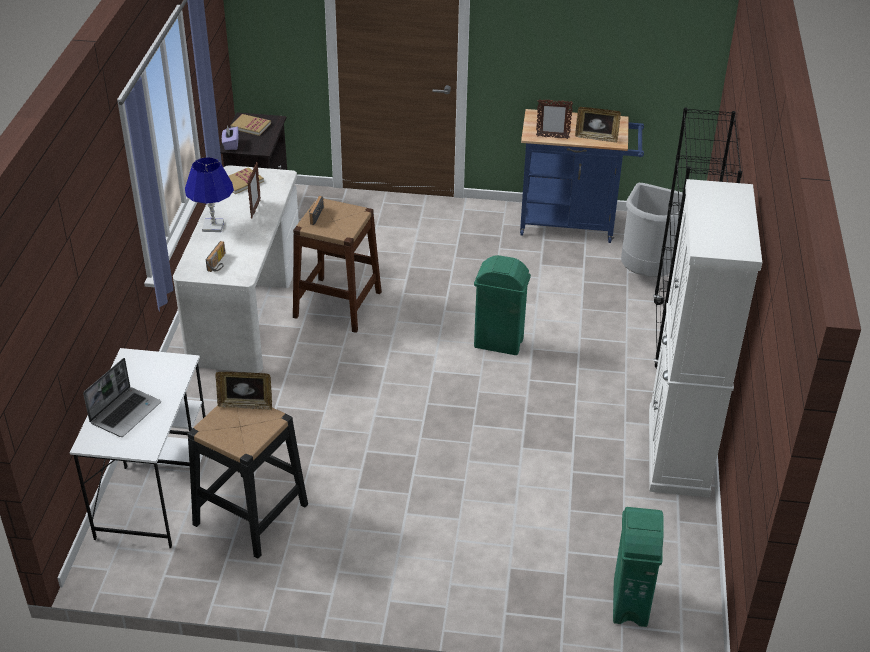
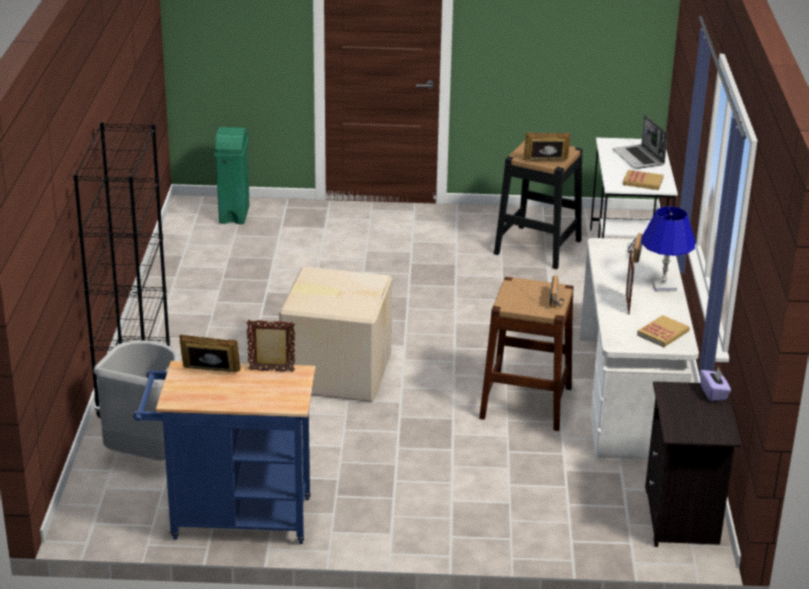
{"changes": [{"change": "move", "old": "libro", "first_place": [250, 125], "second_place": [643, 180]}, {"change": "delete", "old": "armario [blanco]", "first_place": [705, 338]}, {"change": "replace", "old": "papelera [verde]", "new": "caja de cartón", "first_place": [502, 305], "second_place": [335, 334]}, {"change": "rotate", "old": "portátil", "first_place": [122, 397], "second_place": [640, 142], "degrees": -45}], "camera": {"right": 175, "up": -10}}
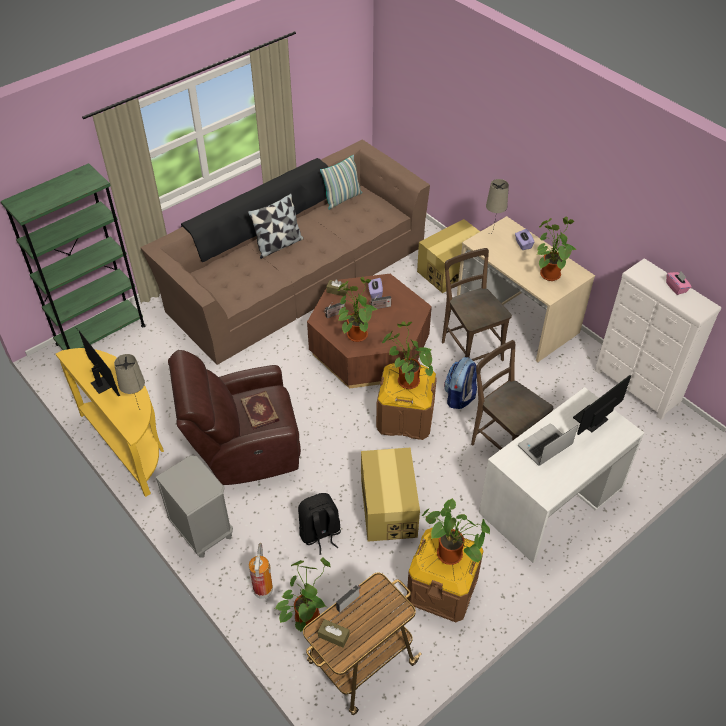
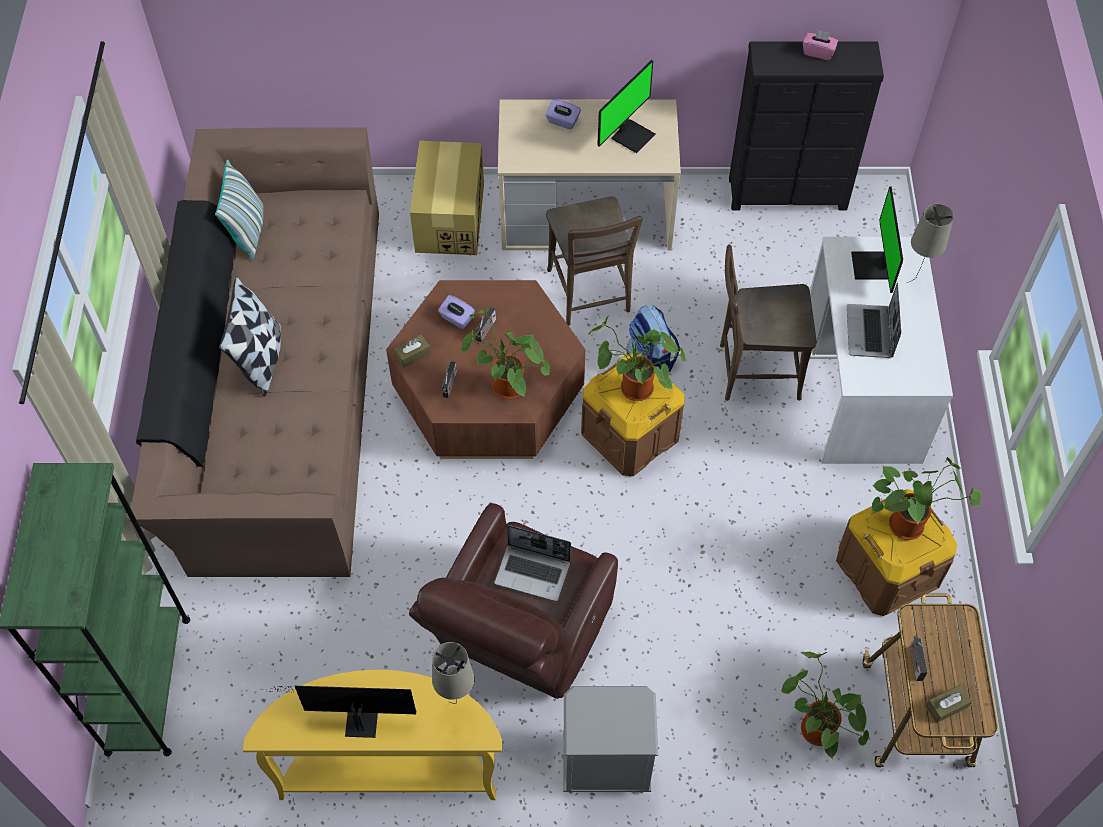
{"changes": [{"change": "move", "old": "lámpara de mesa [beis]", "first_place": [497, 206], "second_place": [930, 243]}, {"change": "replace", "old": "planta en maceta", "new": "monitor", "first_place": [557, 249], "second_place": [626, 106]}, {"change": "rotate", "old": "silla [marrón]", "first_place": [477, 304], "second_place": [594, 261], "degrees": -120}, {"change": "recolor", "old": "cómoda [blanco]", "new": "cómoda [negro]", "first_place": [658, 339], "second_place": [806, 125]}, {"change": "replace", "old": "libro", "new": "portátil", "first_place": [260, 410], "second_place": [533, 563]}, {"change": "delete", "old": "caja de cartón", "first_place": [390, 495]}, {"change": "delete", "old": "mochila [negro]", "first_place": [319, 524]}, {"change": "delete", "old": "extintor", "first_place": [261, 571]}], "camera": {"right": -50, "up": 10}}
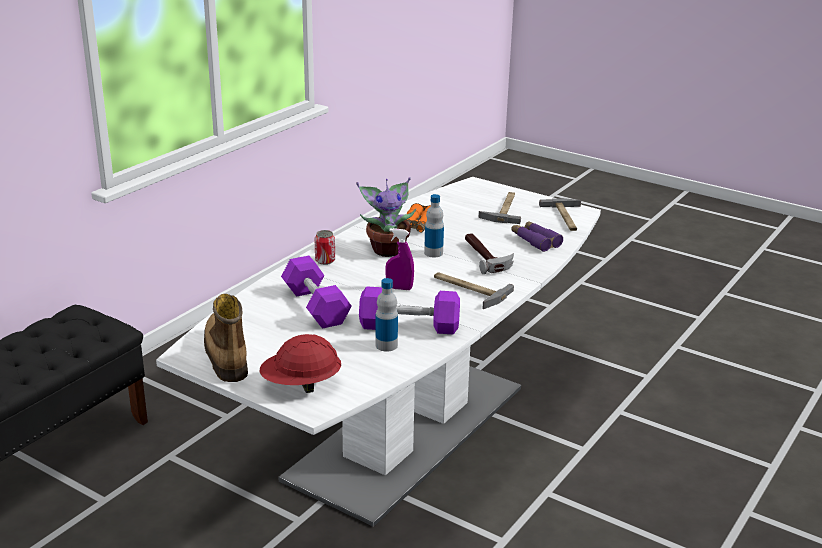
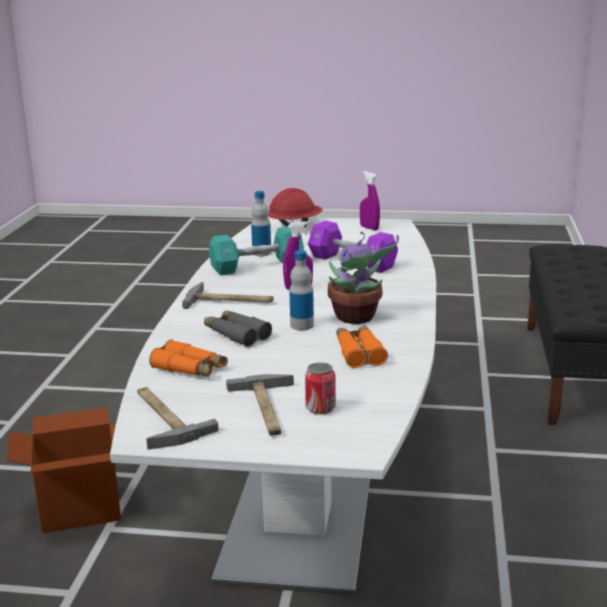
{"changes": [{"change": "recolor", "old": "prismáticos [morado]", "new": "prismáticos [naranja]", "first_place": [537, 236], "second_place": [188, 358]}, {"change": "move", "old": "lata", "first_place": [325, 247], "second_place": [320, 388]}, {"change": "replace", "old": "martillo", "new": "prismáticos [gris]", "first_place": [489, 253], "second_place": [238, 328]}, {"change": "recolor", "old": "mancuerna [morado]", "new": "mancuerna [turquesa]", "first_place": [409, 310], "second_place": [256, 251]}, {"change": "replace", "old": "bota", "new": "pulverizador [morado]", "first_place": [226, 338], "second_place": [370, 200]}, {"change": "insert", "new": "caja de cartón", "second_place": [64, 470]}], "camera": {"right": 155, "up": -5}}
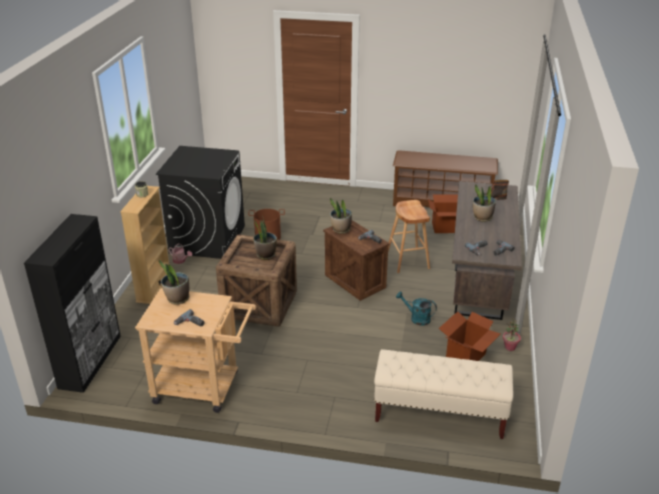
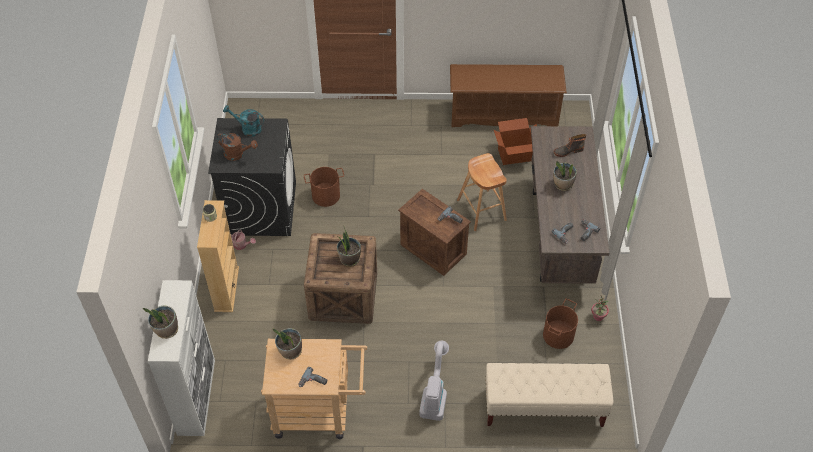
{"changes": [{"change": "move", "old": "planta en maceta", "first_place": [341, 216], "second_place": [160, 322]}, {"change": "recolor", "old": "armario [negro]", "new": "armario [blanco]", "first_place": [72, 303], "second_place": [181, 358]}, {"change": "move", "old": "regadera [turquesa]", "first_place": [416, 308], "second_place": [243, 121]}, {"change": "replace", "old": "caja de cartón", "new": "cubo [marrón]", "first_place": [469, 336], "second_place": [560, 323]}, {"change": "insert", "new": "regadera [marrón]", "second_place": [237, 147]}, {"change": "insert", "new": "aspiradora", "second_place": [434, 381]}], "camera": {"right": -10, "up": 20}}
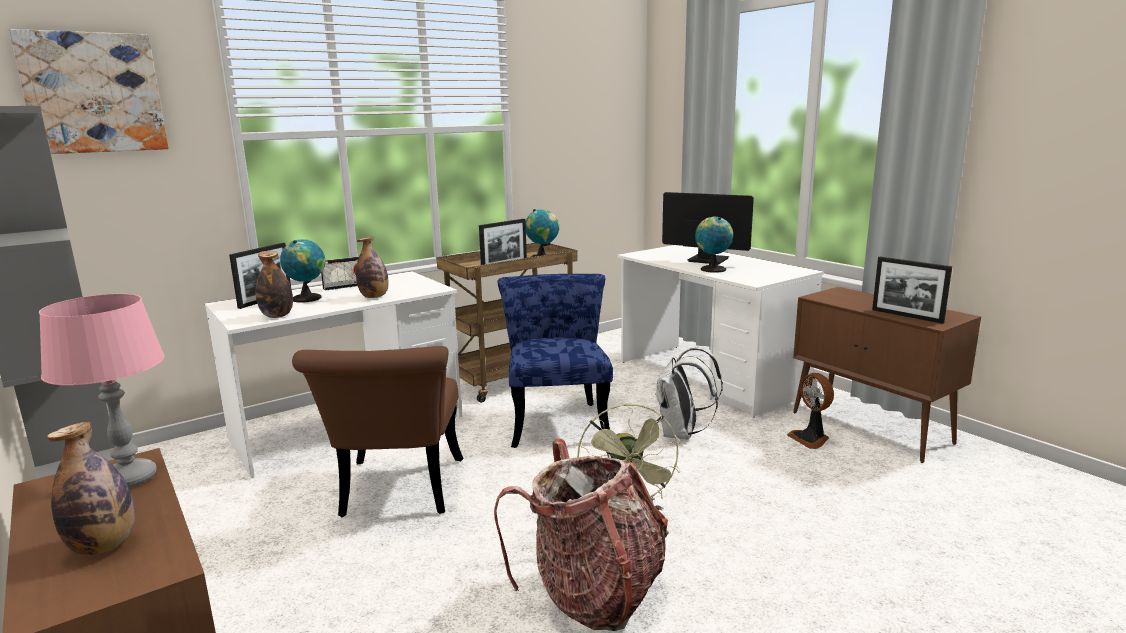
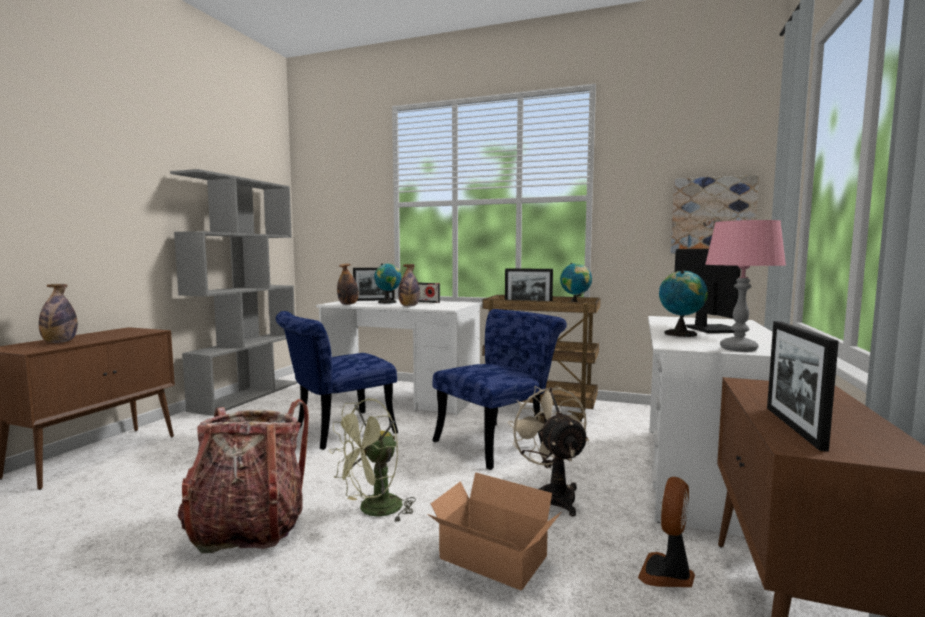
{"changes": [{"change": "move", "old": "cuadro", "first_place": [88, 91], "second_place": [715, 214]}, {"change": "move", "old": "lámpara de mesa [rosa]", "first_place": [102, 391], "second_place": [745, 286]}, {"change": "recolor", "old": "silla [marrón]", "new": "silla [azul]", "first_place": [378, 431], "second_place": [337, 380]}, {"change": "replace", "old": "mochila [blanco]", "new": "ventilador [beis]", "first_place": [689, 393], "second_place": [548, 451]}, {"change": "insert", "new": "caja de cartón", "second_place": [494, 531]}], "camera": {"right": 55, "up": -10}}
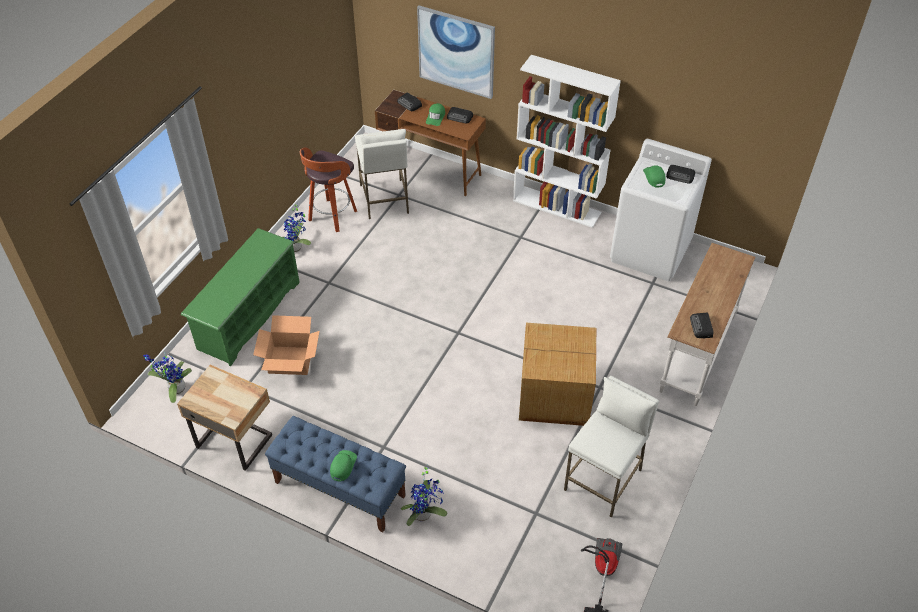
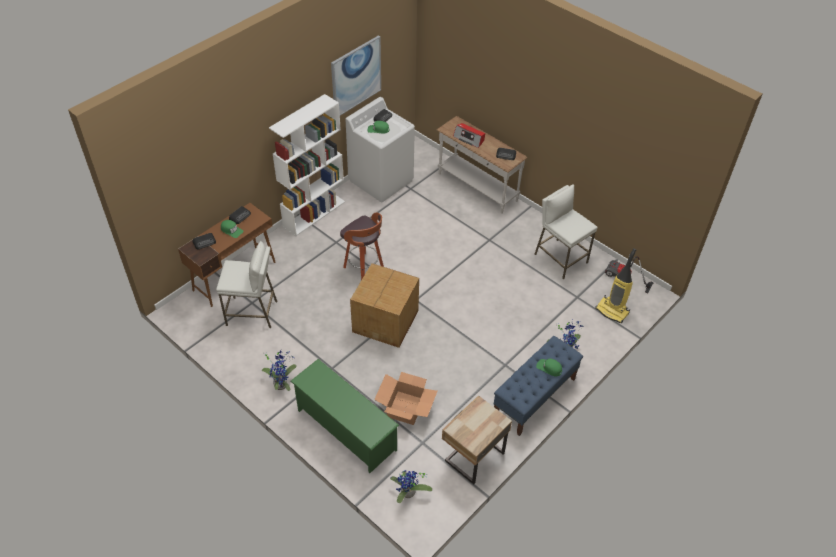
{"changes": [{"change": "move", "old": "cuadro", "first_place": [456, 52], "second_place": [356, 75]}, {"change": "move", "old": "taburete", "first_place": [328, 189], "second_place": [362, 246]}, {"change": "move", "old": "caja de cartón", "first_place": [557, 374], "second_place": [384, 305]}, {"change": "insert", "new": "radio", "second_place": [469, 135]}, {"change": "insert", "new": "aspiradora", "second_place": [615, 285]}], "camera": {"right": -75, "up": 0}}
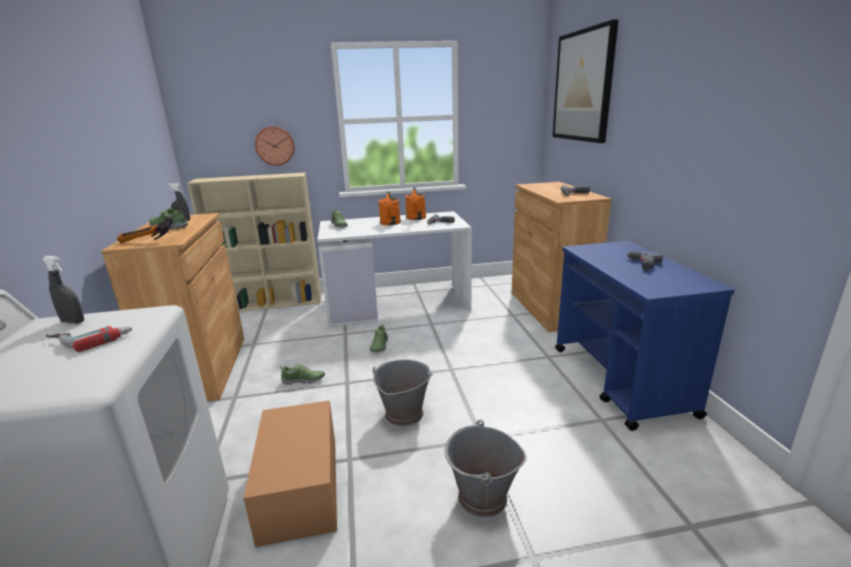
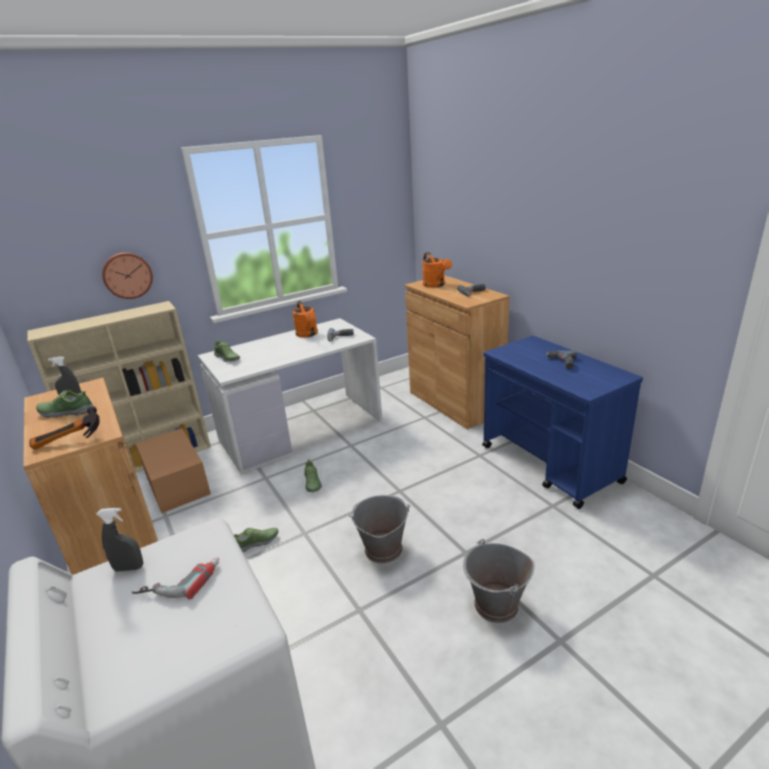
{"changes": [{"change": "delete", "old": "cuadro", "first_place": [585, 81]}, {"change": "move", "old": "regadera [naranja]", "first_place": [389, 208], "second_place": [437, 270]}, {"change": "move", "old": "caja de cartón", "first_place": [290, 473], "second_place": [173, 470]}], "camera": {"right": -20, "up": 5}}
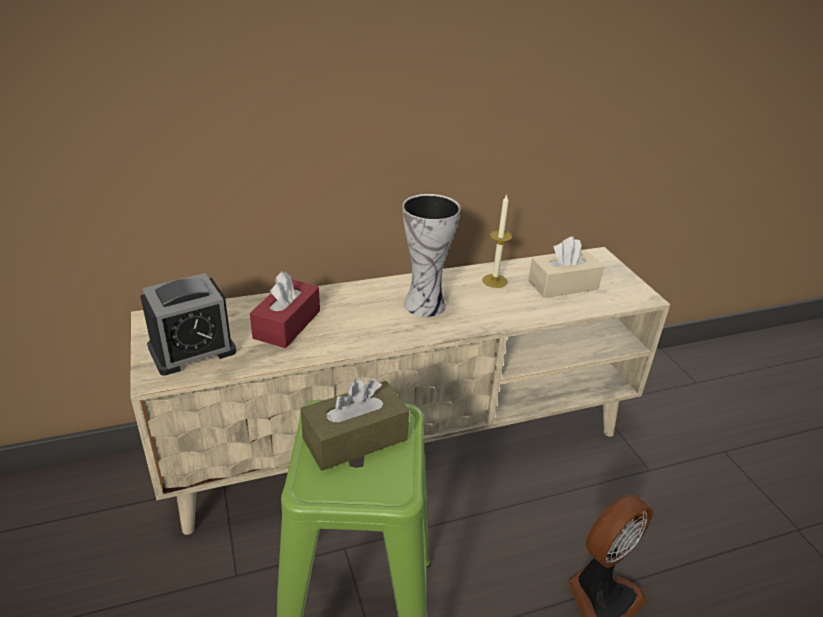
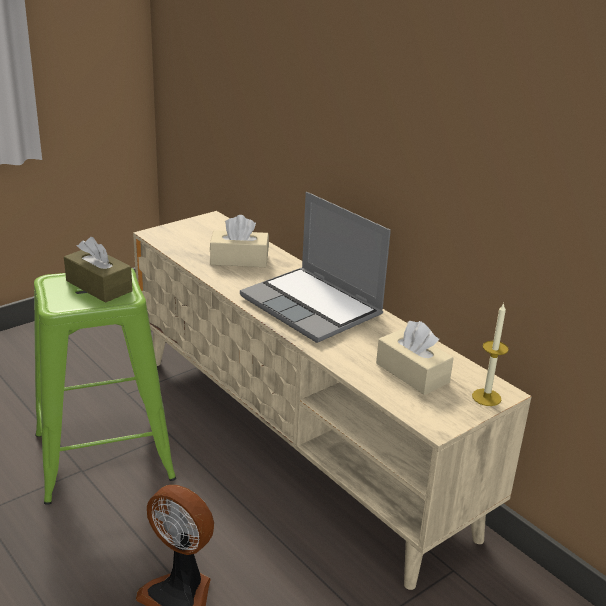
{"changes": [{"change": "replace", "old": "florero", "new": "portátil", "first_place": [431, 255], "second_place": [315, 267]}, {"change": "move", "old": "vela", "first_place": [497, 241], "second_place": [490, 354]}, {"change": "recolor", "old": "caja de pañuelos [rojo]", "new": "caja de pañuelos [beis]", "first_place": [285, 310], "second_place": [239, 241]}, {"change": "delete", "old": "despertador", "first_place": [188, 324]}], "camera": {"right": 70, "up": -5}}
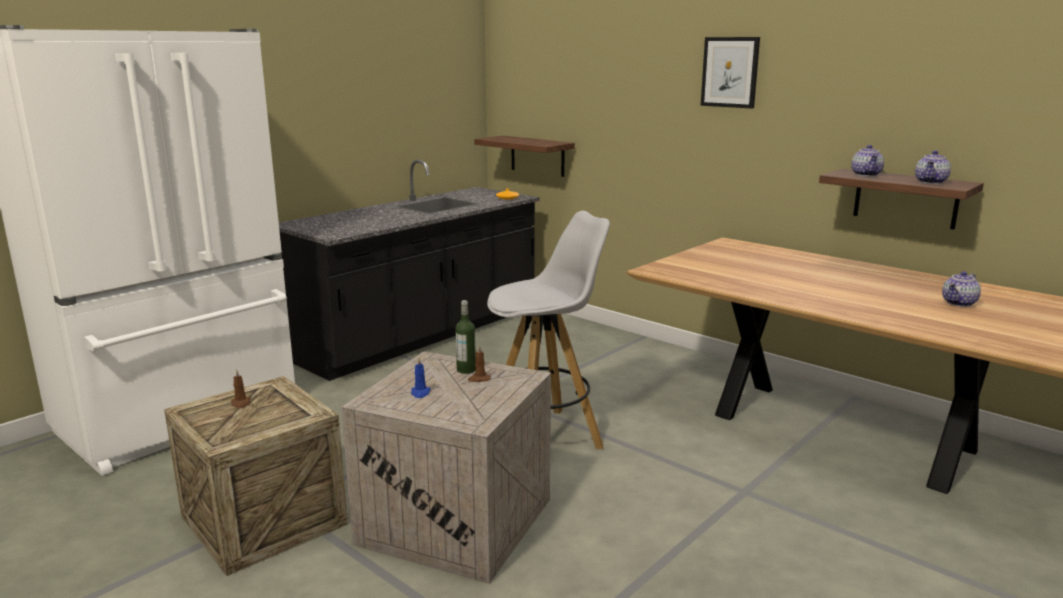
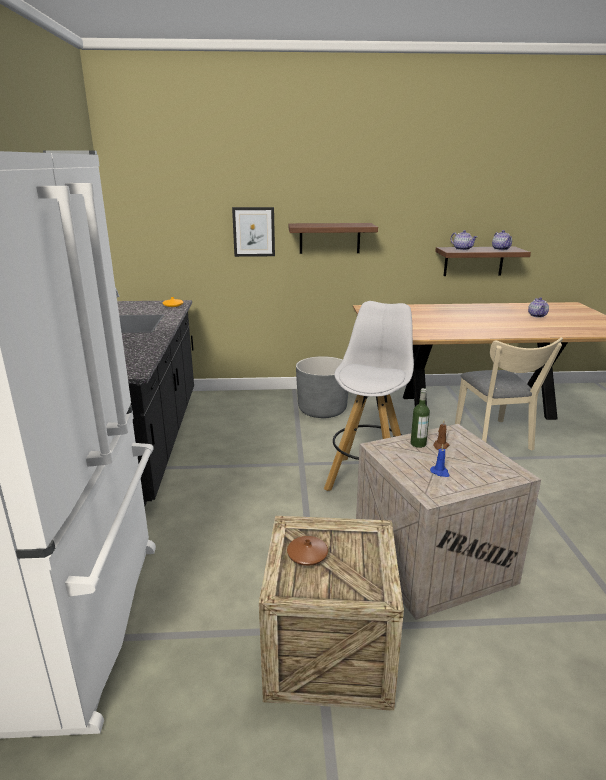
{"changes": [{"change": "move", "old": "cuadro", "first_place": [730, 73], "second_place": [253, 232]}, {"change": "move", "old": "estante", "first_place": [524, 156], "second_place": [333, 238]}, {"change": "replace", "old": "vela [marrón]", "new": "florero [marrón]", "first_place": [241, 388], "second_place": [307, 551]}, {"change": "insert", "new": "silla [beis]", "second_place": [509, 394]}, {"change": "insert", "new": "maceta [gris]", "second_place": [322, 387]}], "camera": {"right": -45, "up": 5}}
